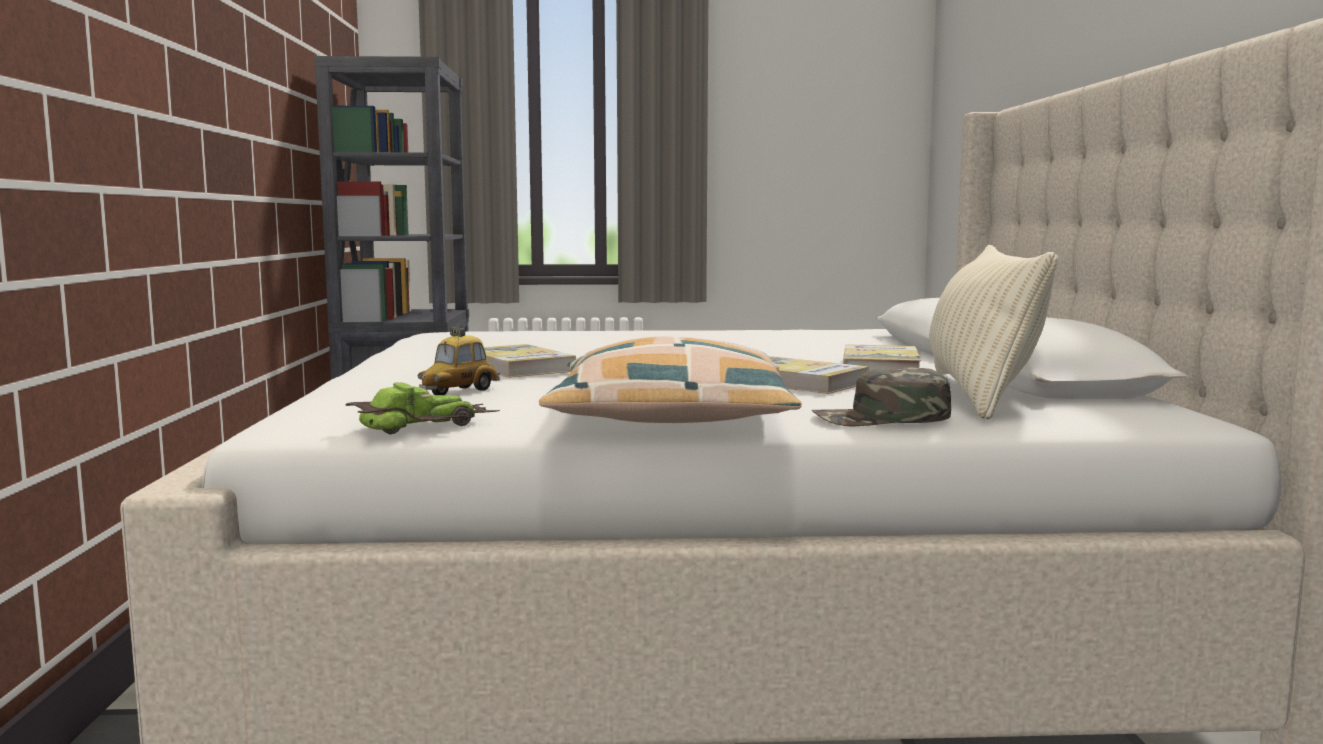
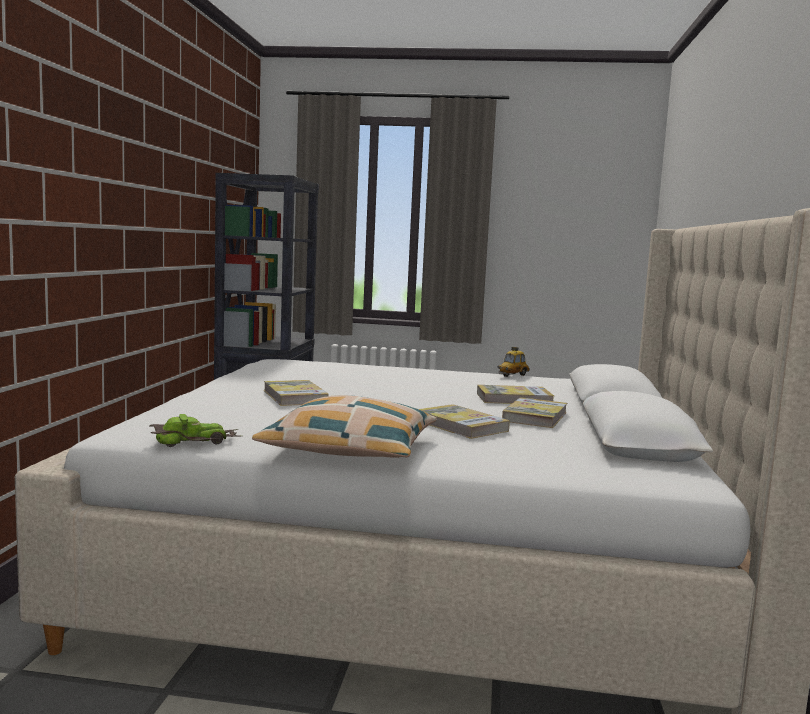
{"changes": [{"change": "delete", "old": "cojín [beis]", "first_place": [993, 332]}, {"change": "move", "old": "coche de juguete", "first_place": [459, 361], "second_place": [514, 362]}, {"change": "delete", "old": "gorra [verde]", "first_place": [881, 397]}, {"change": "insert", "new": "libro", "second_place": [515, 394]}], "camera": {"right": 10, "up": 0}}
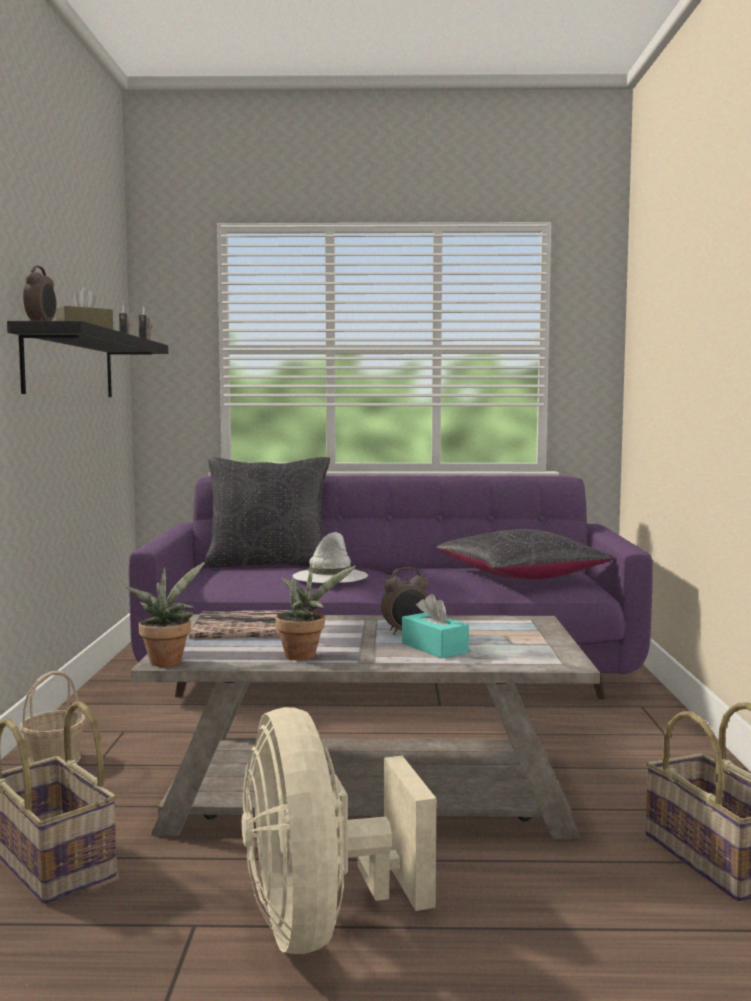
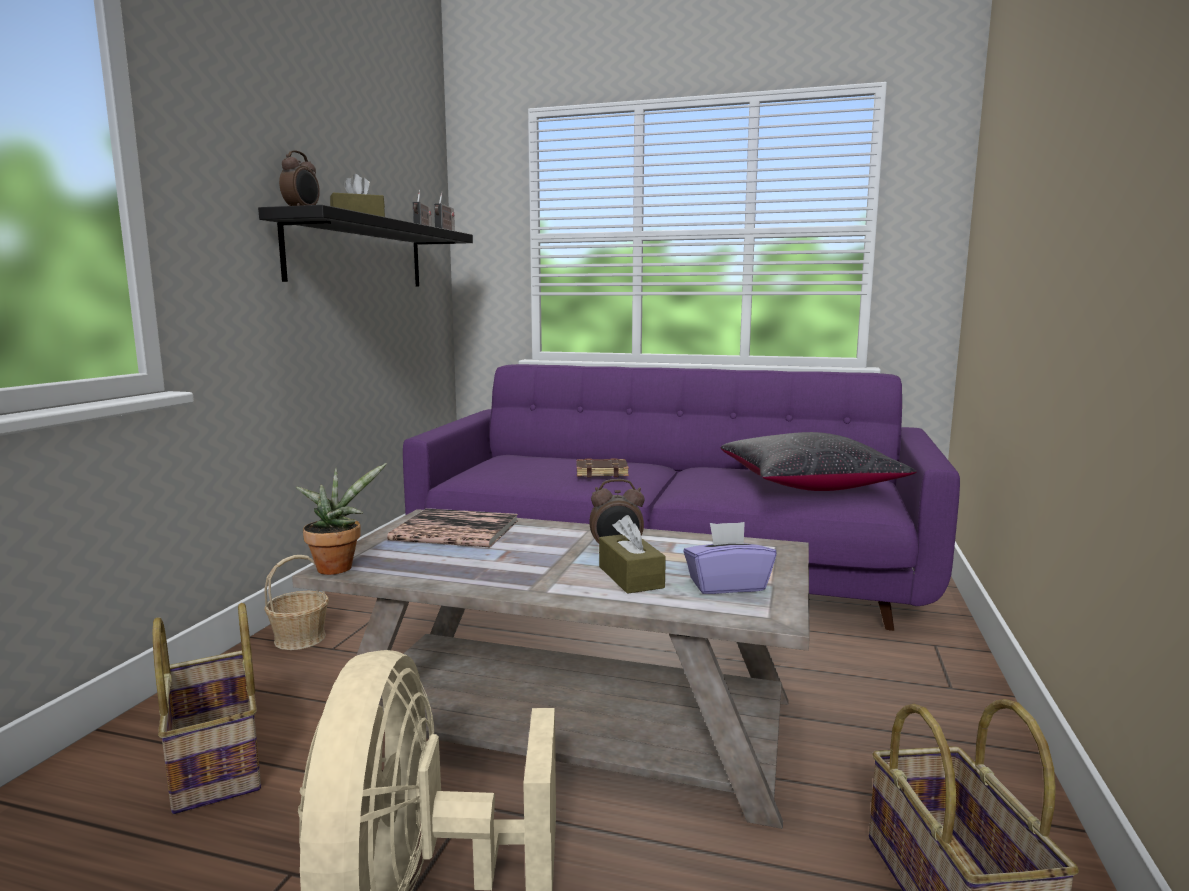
{"changes": [{"change": "delete", "old": "cojín [negro]", "first_place": [266, 512]}, {"change": "replace", "old": "sombrero [blanco]", "new": "libro [marrón]", "first_place": [330, 557], "second_place": [603, 467]}, {"change": "delete", "old": "planta en maceta", "first_place": [315, 612]}, {"change": "recolor", "old": "caja de pañuelos [turquesa]", "new": "caja de pañuelos [marrón]", "first_place": [435, 626], "second_place": [632, 554]}, {"change": "insert", "new": "caja de pañuelos [morado]", "second_place": [730, 558]}], "camera": {"right": 15, "up": 5}}
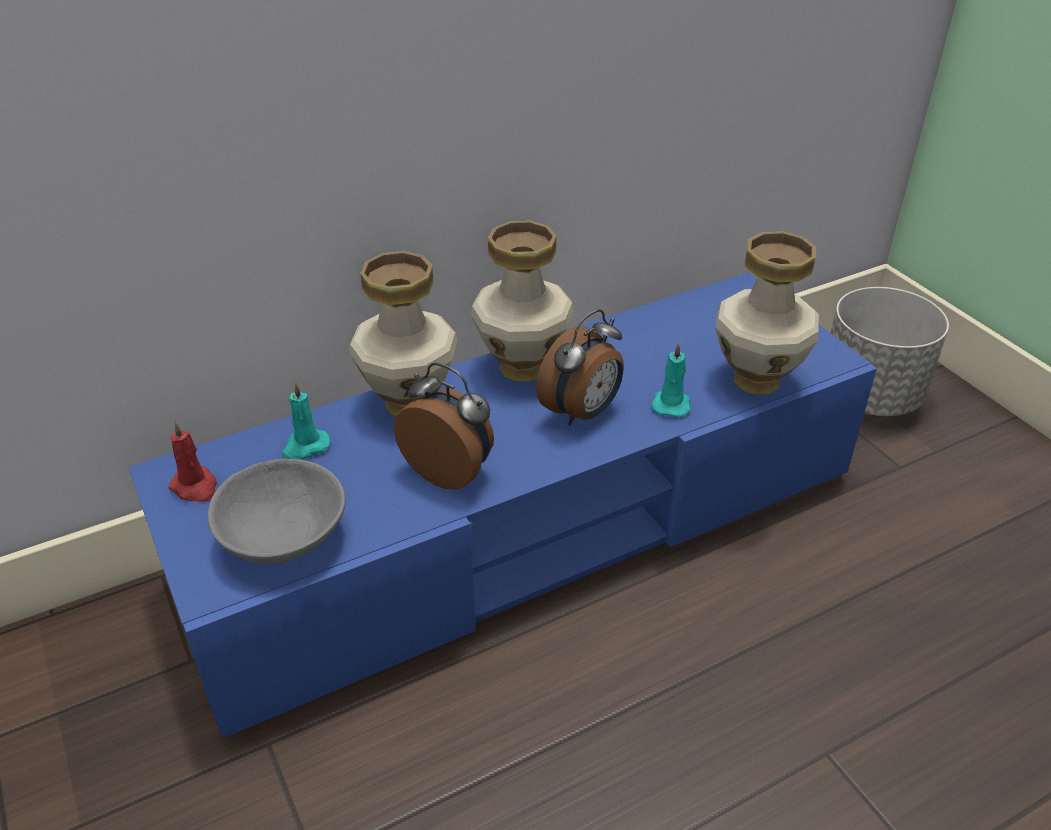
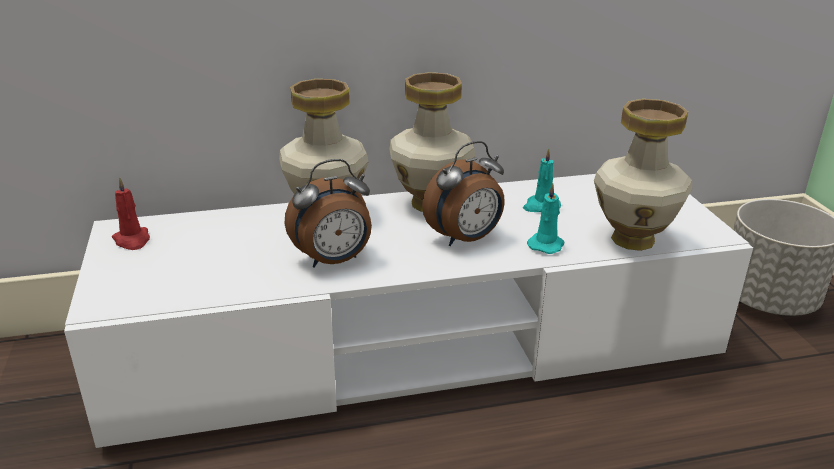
{"changes": [{"change": "recolor", "old": "mueble de televisión [azul]", "new": "mueble de televisión [blanco]", "first_place": [502, 505], "second_place": [408, 311]}, {"change": "rotate", "old": "despertador", "first_place": [444, 426], "second_place": [328, 213], "degrees": 105}, {"change": "move", "old": "vela [turquesa]", "first_place": [305, 420], "second_place": [542, 180]}, {"change": "delete", "old": "cuenco [gris]", "first_place": [277, 511]}], "camera": {"right": 15, "up": -10}}
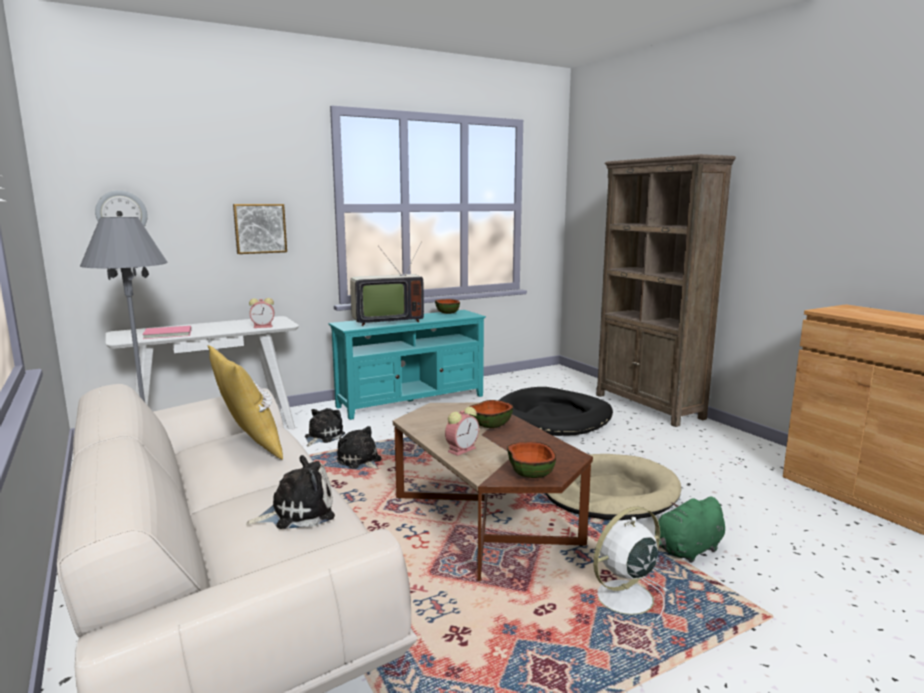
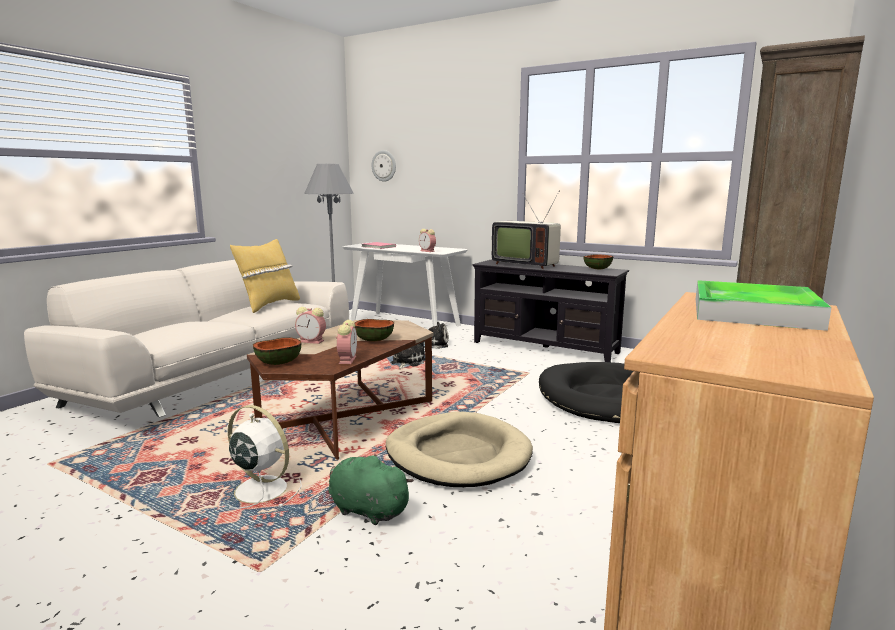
{"changes": [{"change": "delete", "old": "cuadro", "first_place": [260, 229]}, {"change": "recolor", "old": "mueble de televisión [turquesa]", "new": "mueble de televisión [negro]", "first_place": [407, 365], "second_place": [551, 310]}, {"change": "delete", "old": "peluche", "first_place": [290, 492]}, {"change": "insert", "new": "bandeja", "second_place": [764, 305]}, {"change": "insert", "new": "despertador", "second_place": [346, 342]}], "camera": {"right": 60, "up": 0}}
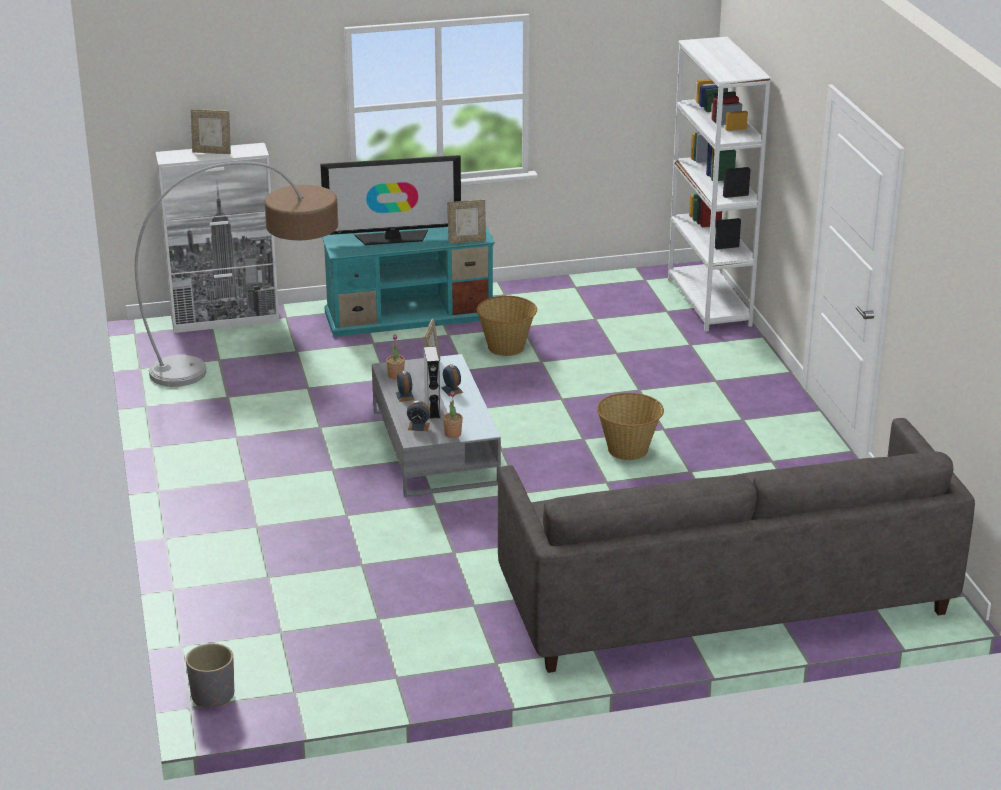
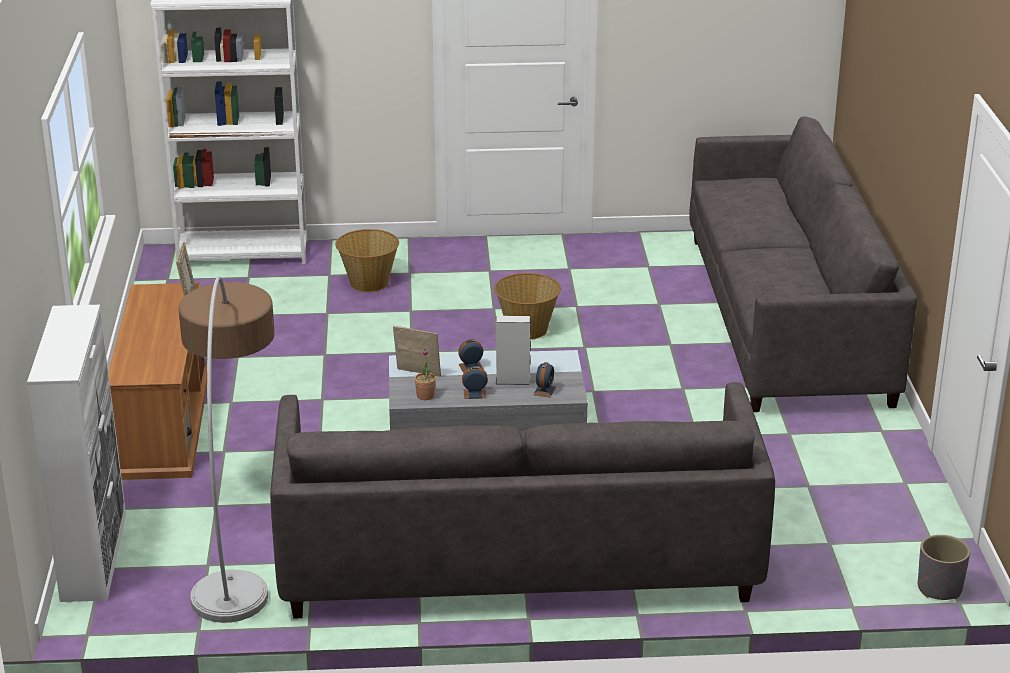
{"changes": [{"change": "delete", "old": "portarretratos", "first_place": [211, 131]}, {"change": "delete", "old": "televisor", "first_place": [390, 200]}, {"change": "recolor", "old": "mueble de televisión [turquesa]", "new": "mueble de televisión [marrón]", "first_place": [408, 282], "second_place": [157, 381]}, {"change": "move", "old": "cesta", "first_place": [507, 326], "second_place": [367, 260]}, {"change": "delete", "old": "planta en maceta", "first_place": [453, 414]}, {"change": "insert", "new": "sofá [gris]", "second_place": [522, 500]}], "camera": {"right": -80, "up": 0}}
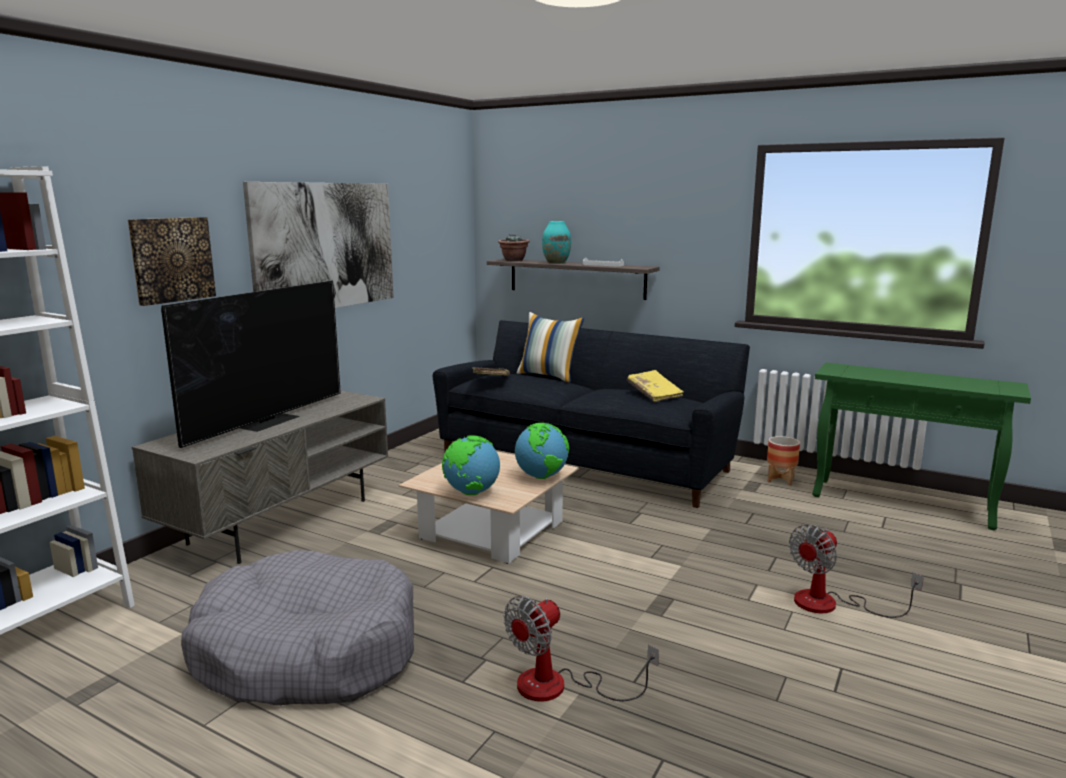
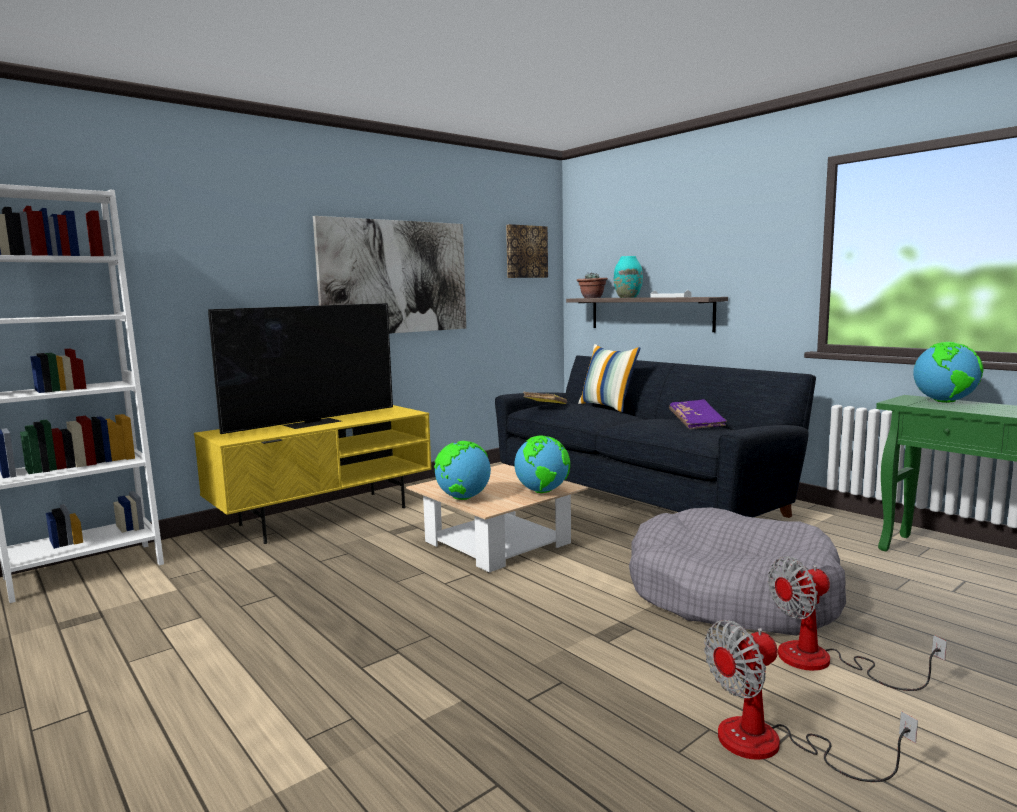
{"changes": [{"change": "move", "old": "cuadro", "first_place": [172, 261], "second_place": [527, 251]}, {"change": "recolor", "old": "libro [amarillo]", "new": "libro [morado]", "first_place": [655, 386], "second_place": [698, 414]}, {"change": "recolor", "old": "mueble de televisión [gris]", "new": "mueble de televisión [amarillo]", "first_place": [260, 477], "second_place": [313, 474]}, {"change": "delete", "old": "maceta", "first_place": [783, 461]}, {"change": "move", "old": "cama para perro [gris]", "first_place": [297, 628], "second_place": [737, 571]}, {"change": "move", "old": "ventilador", "first_place": [581, 649], "second_place": [811, 701]}, {"change": "insert", "new": "globo terráqueo", "second_place": [948, 372]}], "camera": {"right": 20, "up": -5}}
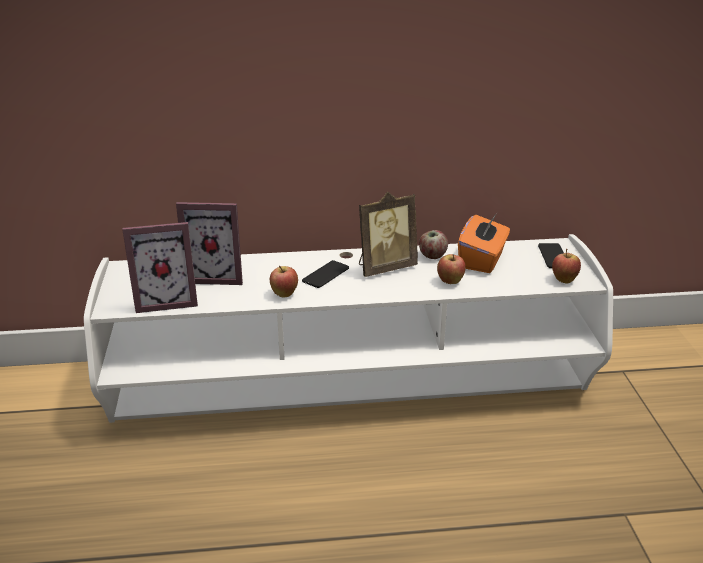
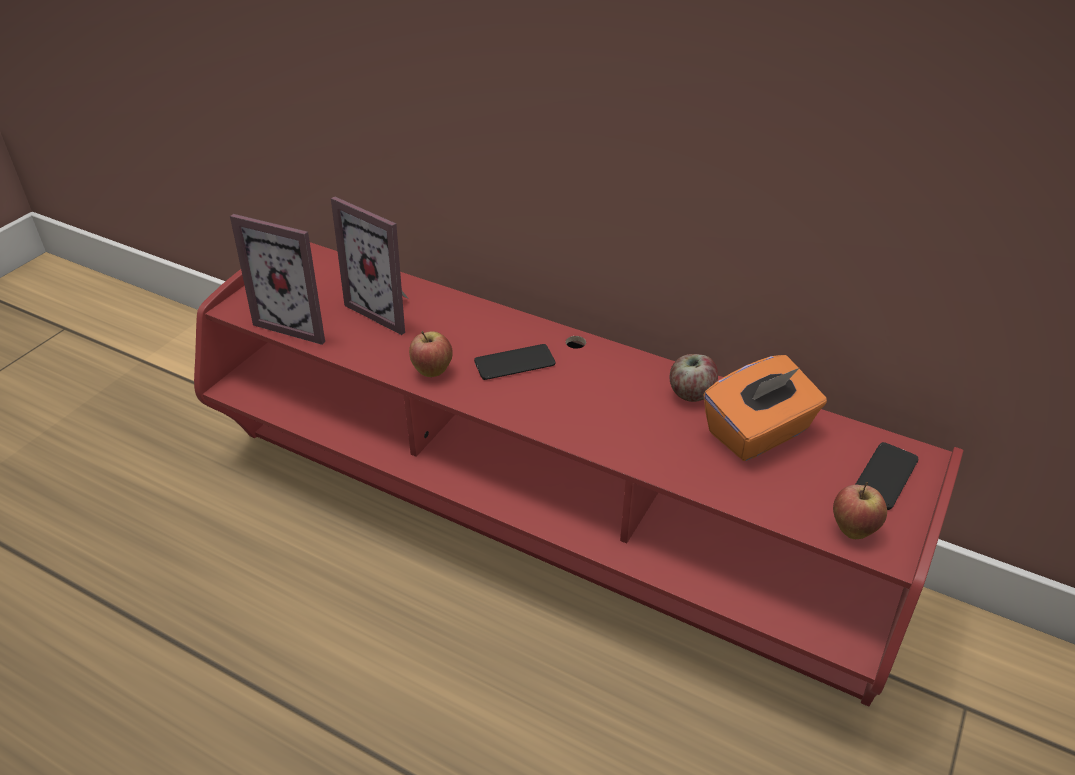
{"changes": [{"change": "delete", "old": "portarretratos", "first_place": [388, 234]}, {"change": "recolor", "old": "mueble de televisión [blanco]", "new": "mueble de televisión [rojo]", "first_place": [348, 328], "second_place": [578, 474]}, {"change": "delete", "old": "manzana", "first_place": [451, 269]}], "camera": {"right": 35, "up": 10}}
